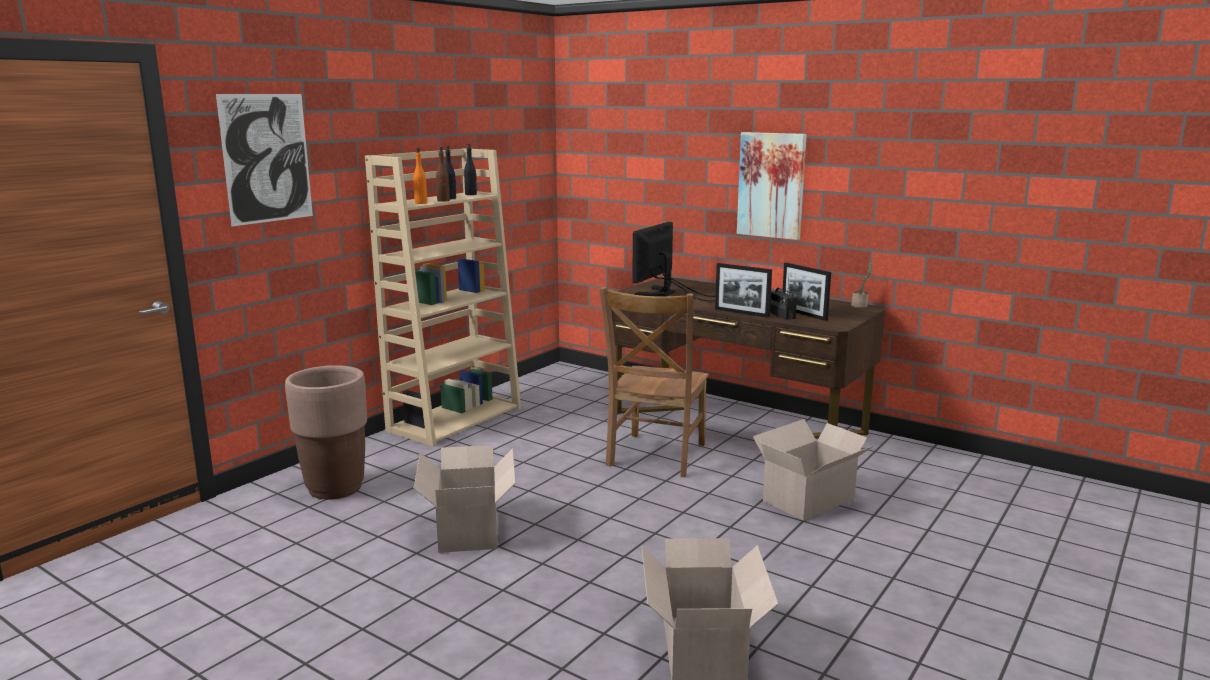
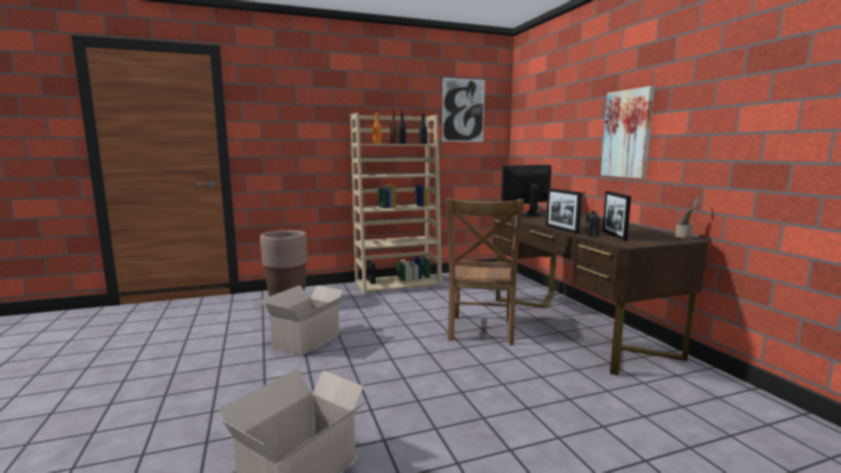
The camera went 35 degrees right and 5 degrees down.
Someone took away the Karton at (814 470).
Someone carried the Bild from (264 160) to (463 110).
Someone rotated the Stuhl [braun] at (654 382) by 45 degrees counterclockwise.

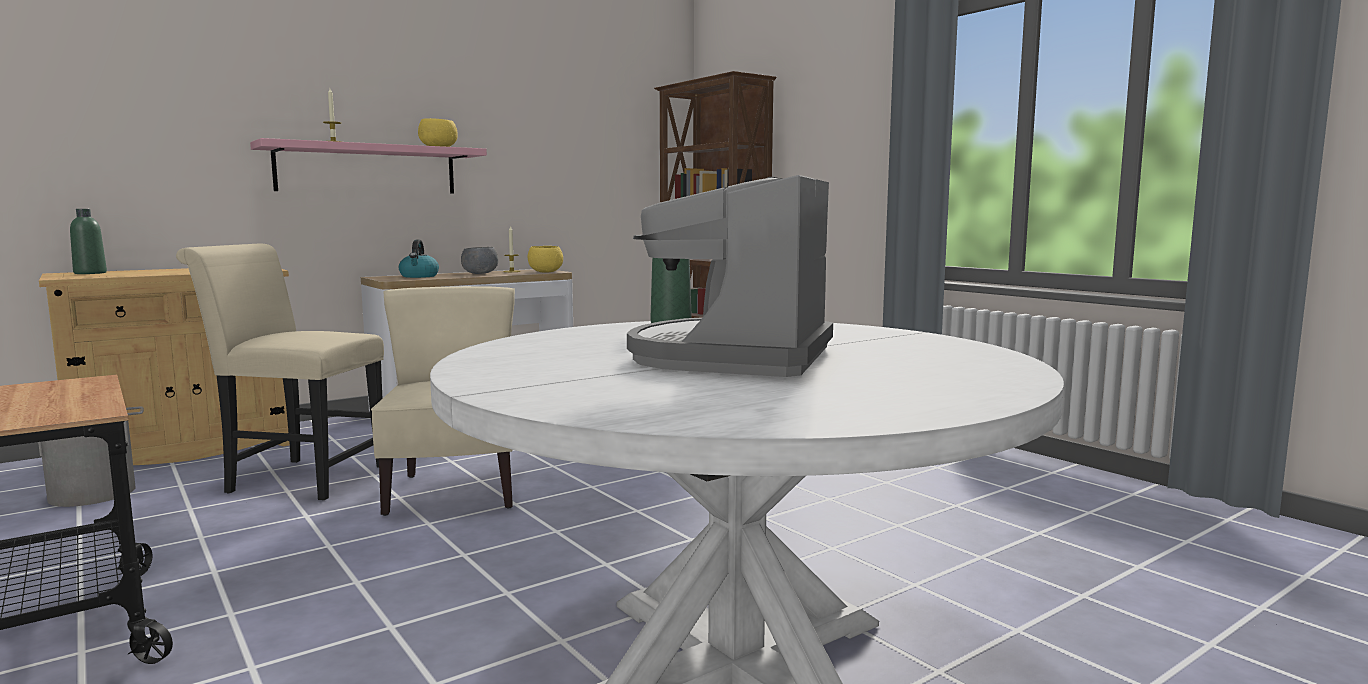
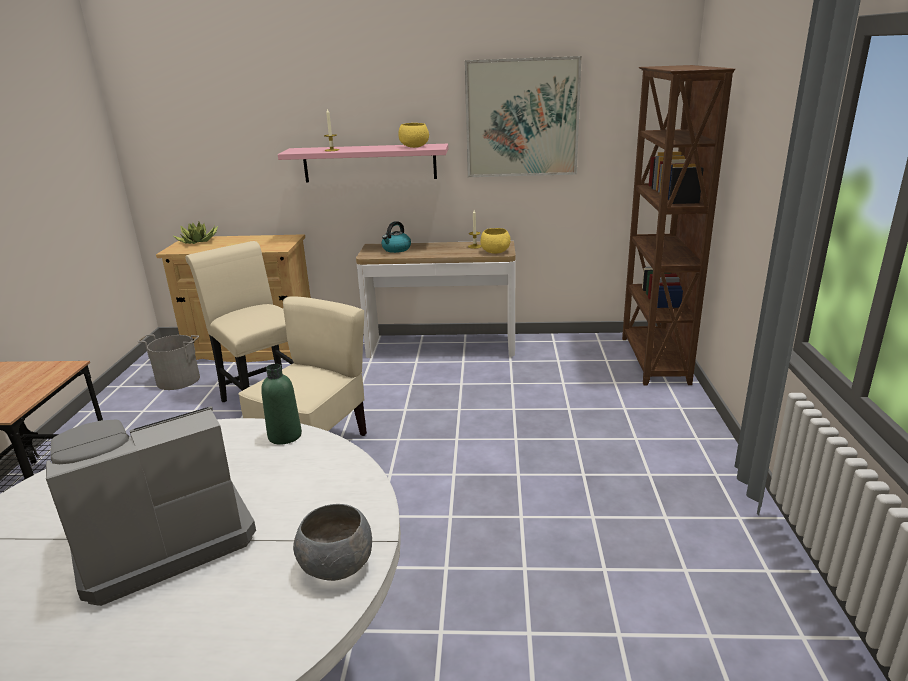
The camera went 40 degrees right and 15 degrees up.
Someone put up the Bild at (523 116).
Someone carried the Schüssel [grau] from (479 260) to (332 542).
Someone swapped the Flasche [grün] at (88 241) for the Topfpflanze at (196 233).

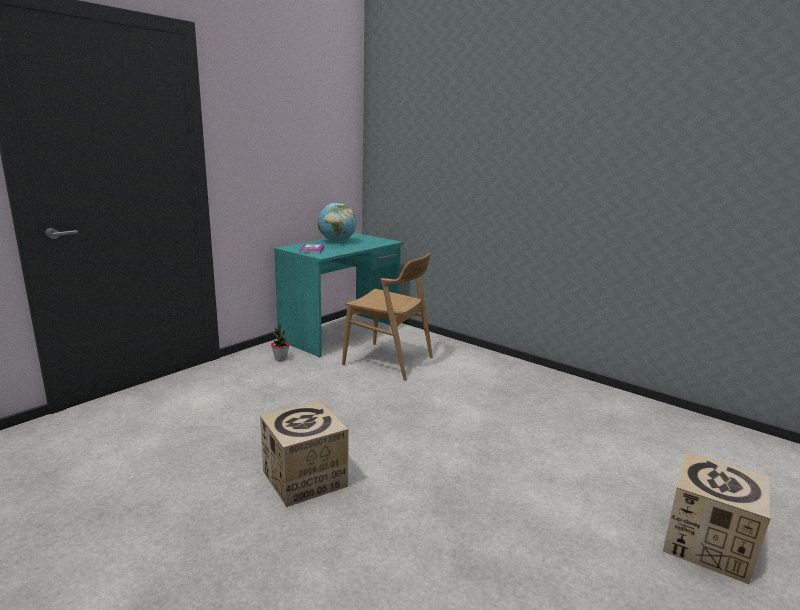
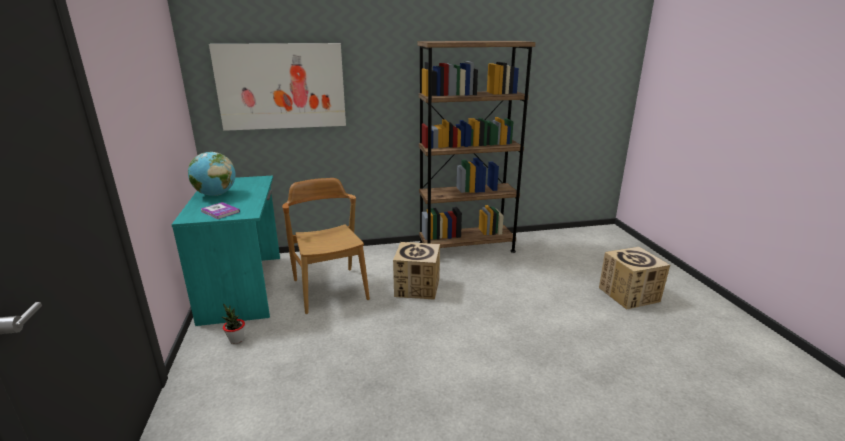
The camera went 50 degrees left and 5 degrees up.
Someone put up the Bild at (277 87).
Someone put down the Bücherregal [braun] at (477 147).
Someone carried the Karton from (304 454) to (416 271).
Someone rotated the Stuhl [braun] at (387 317) by 90 degrees counterclockwise.

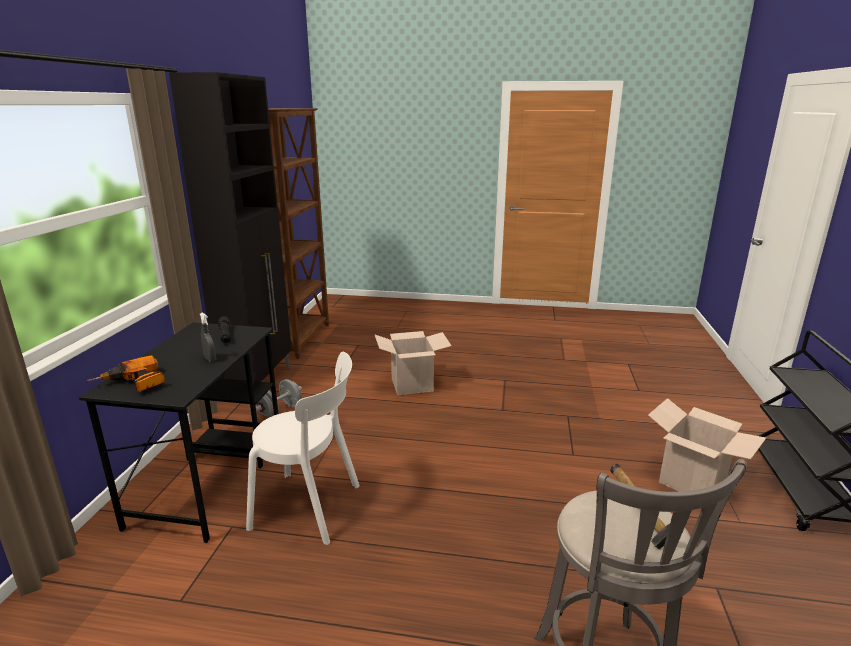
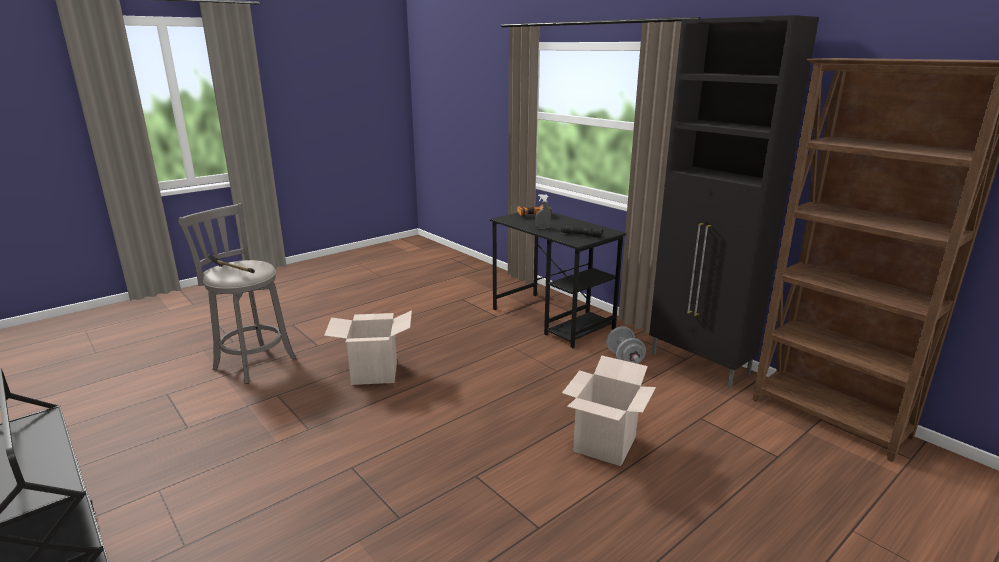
The camera went 130 degrees right and 0 degrees up.
Someone took away the Stuhl [weiß] at (303 448).
Someone carried the Karton from (707 445) to (368 347).

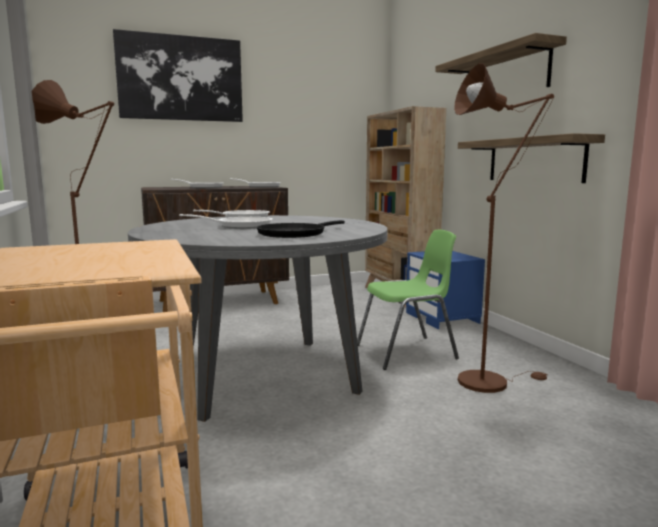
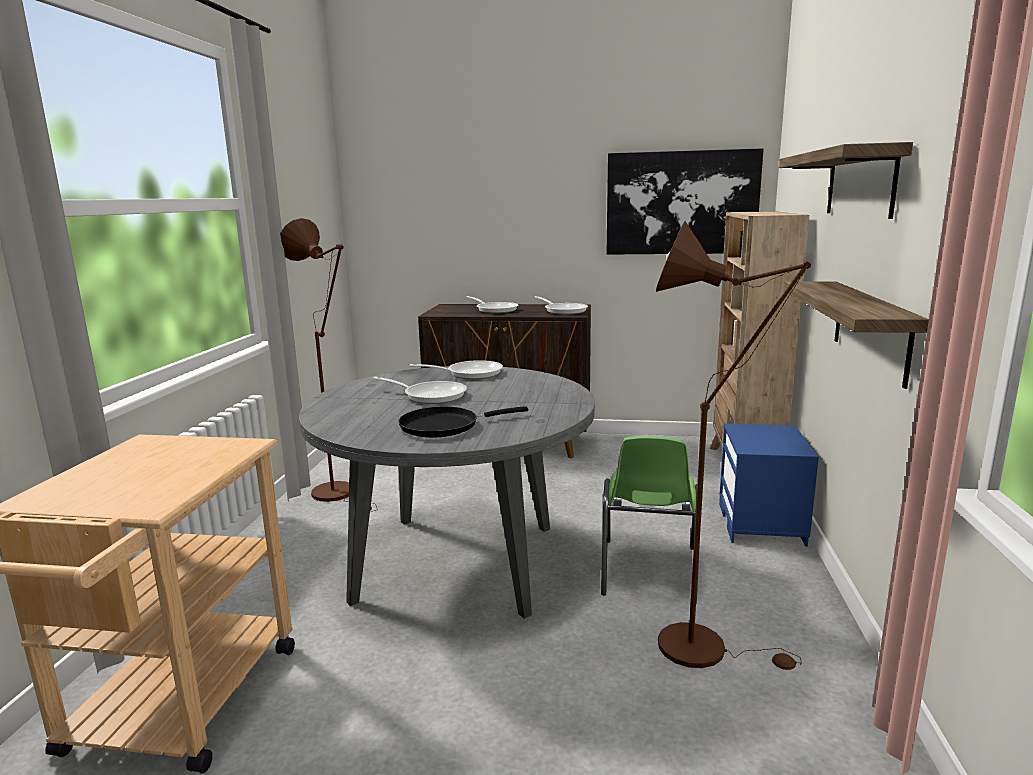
The camera went 30 degrees right and 5 degrees up.
Someone carried the Bild from (178 75) to (685 201).
Someone rotated the Stuhl [grün] at (408 300) by 90 degrees clockwise.

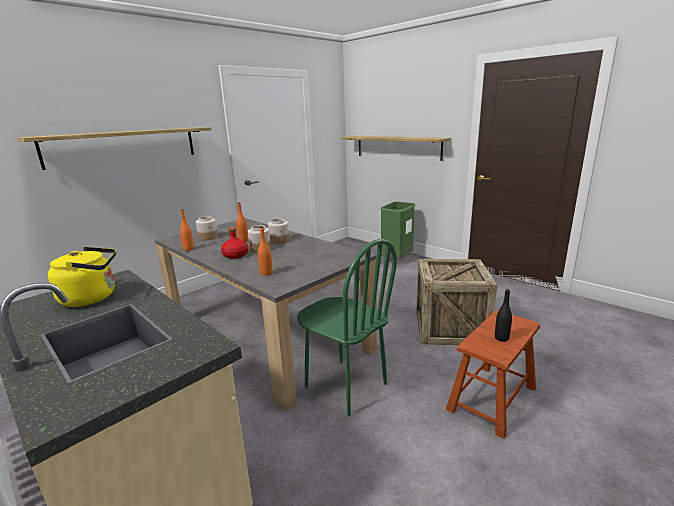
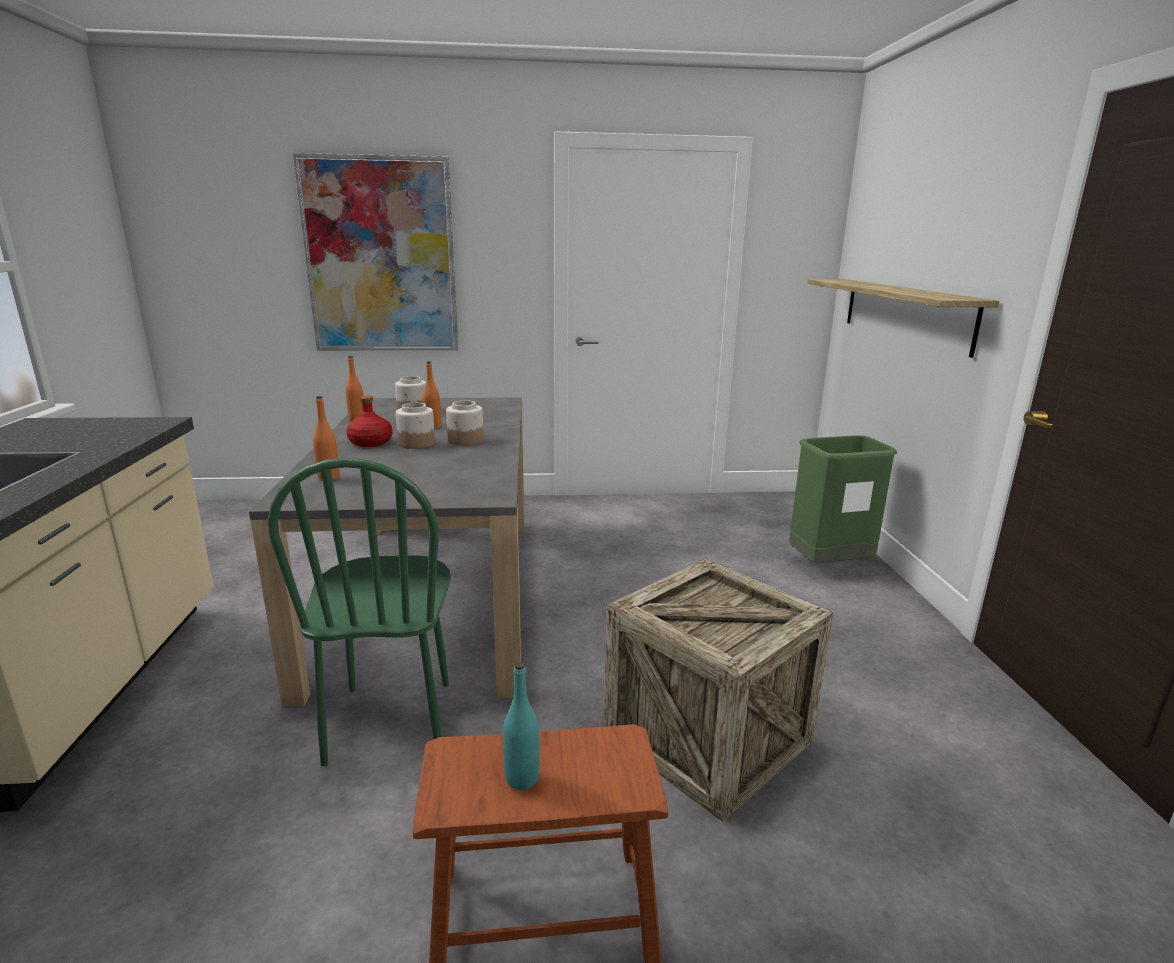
The camera went 40 degrees right and 0 degrees up.
Someone took away the Wasserkessel [gelb] at (82 277).
Someone swapped the Wandregal at (114 148) for the Bild at (375 252).
Someone repainted the Flasche [schwarz] at (503 315), which became the Flasche [türkis] at (521 726).

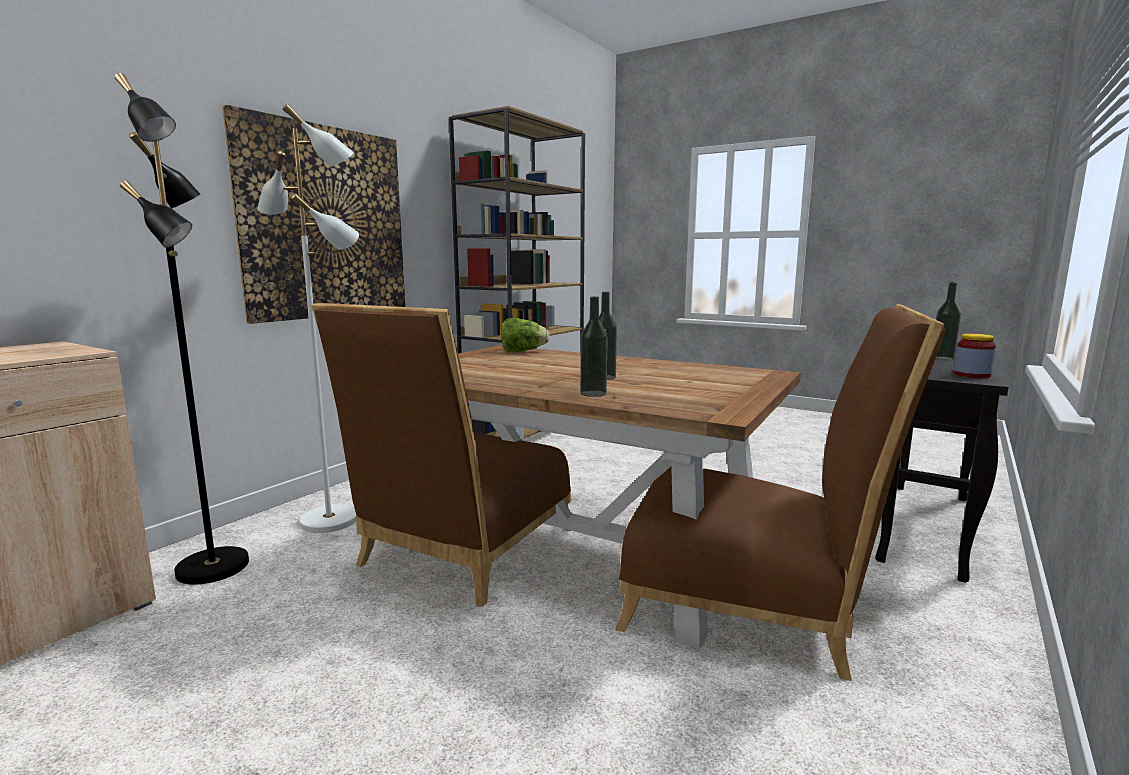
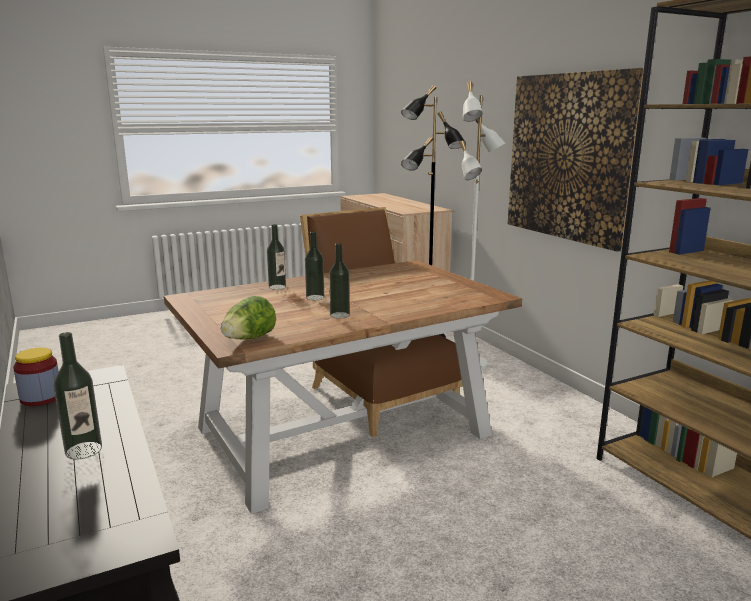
The camera went 120 degrees right and 5 degrees up.
Someone took away the Stuhl [braun] at (780 492).
Someone put down the Flasche at (339 281).
Someone carried the Salatkopf from (525 335) to (248 318).

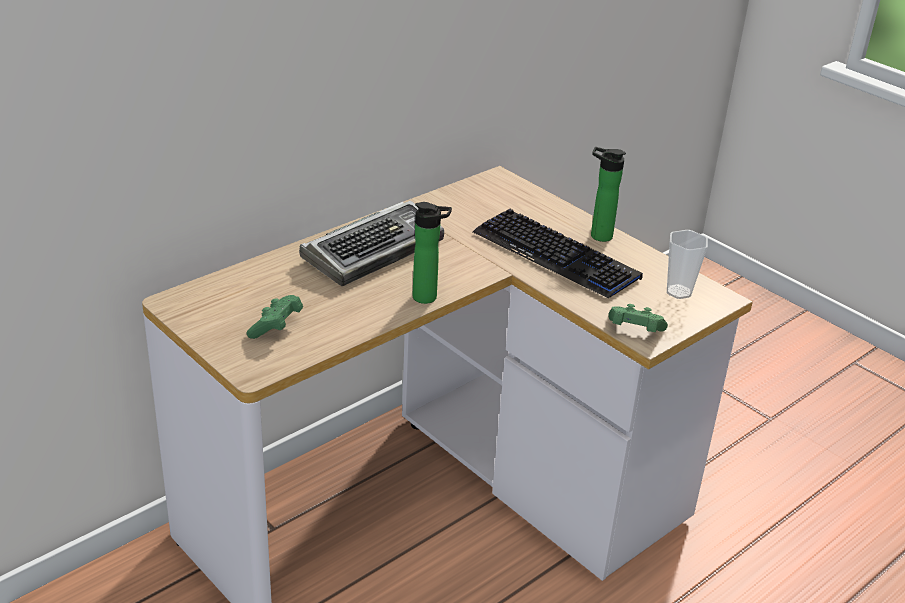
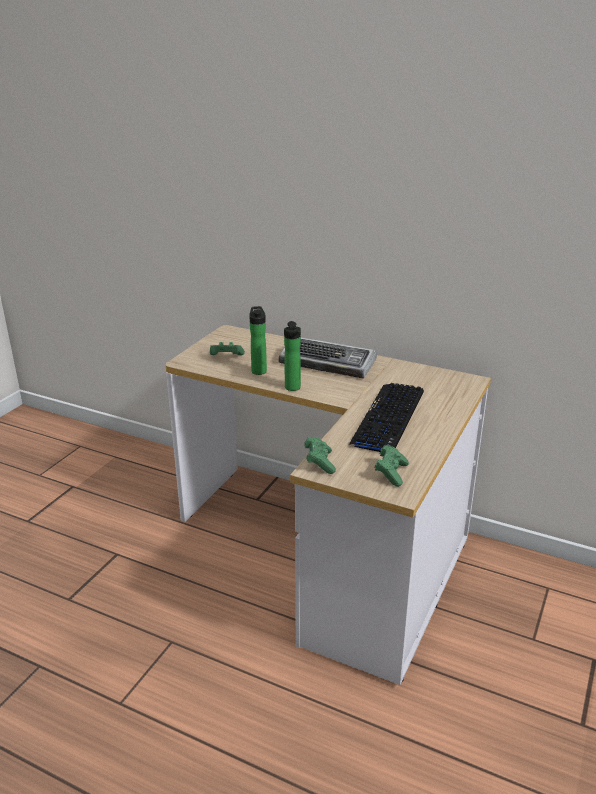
The camera went 70 degrees right and 5 degrees down.
Someone carried the Flasche from (608 194) to (258 340).
Someone swapped the Tasse at (687 264) for the Gamepad [grün] at (392 466).

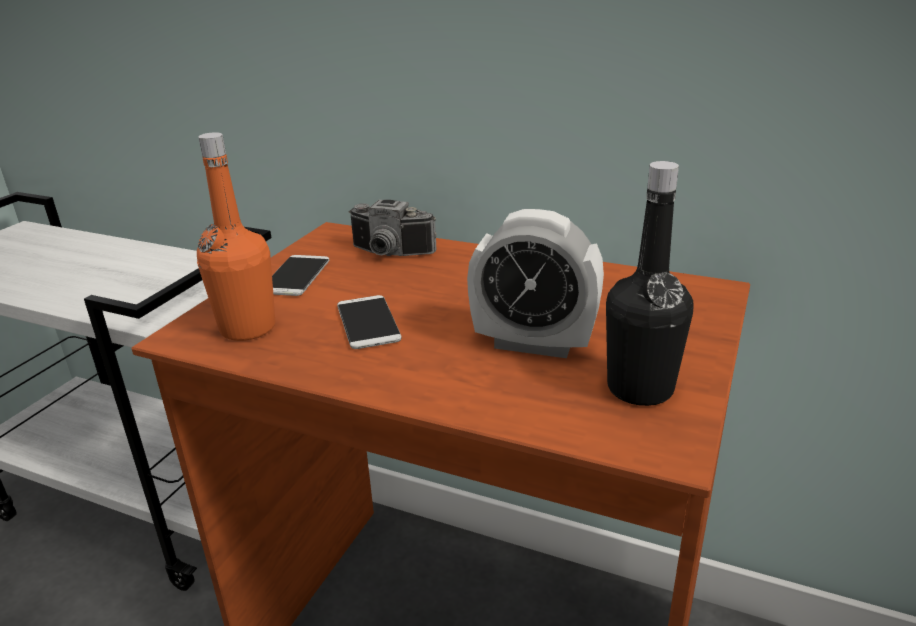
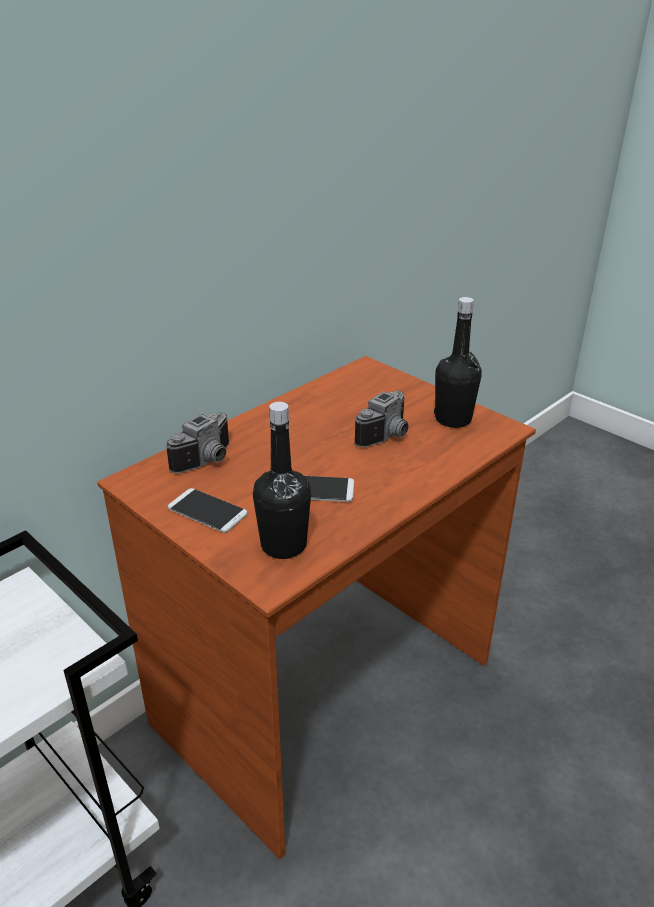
The camera went 70 degrees left and 5 degrees up.
Someone swapped the Wecker at (535 283) for the Kamera at (381 419).
Someone repainted the Flasche [orange] at (236 236), which became the Flasche [schwarz] at (282 480).

